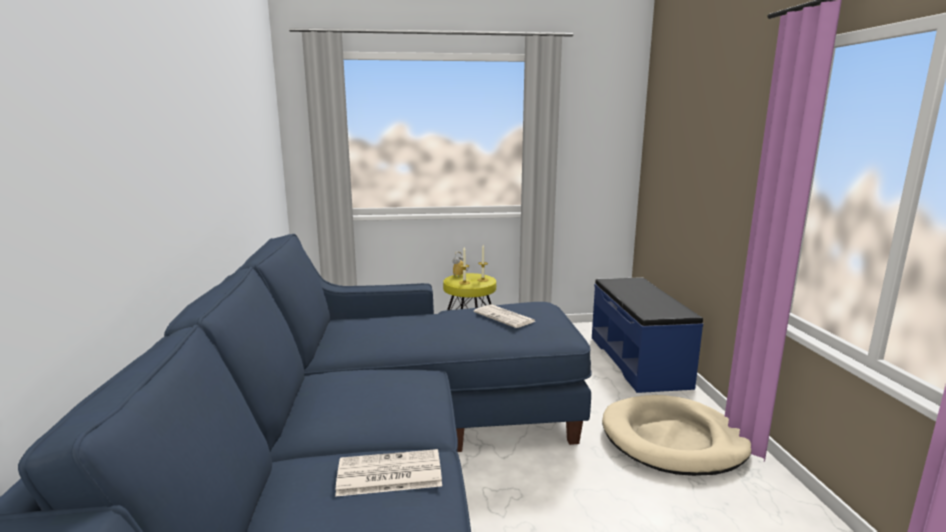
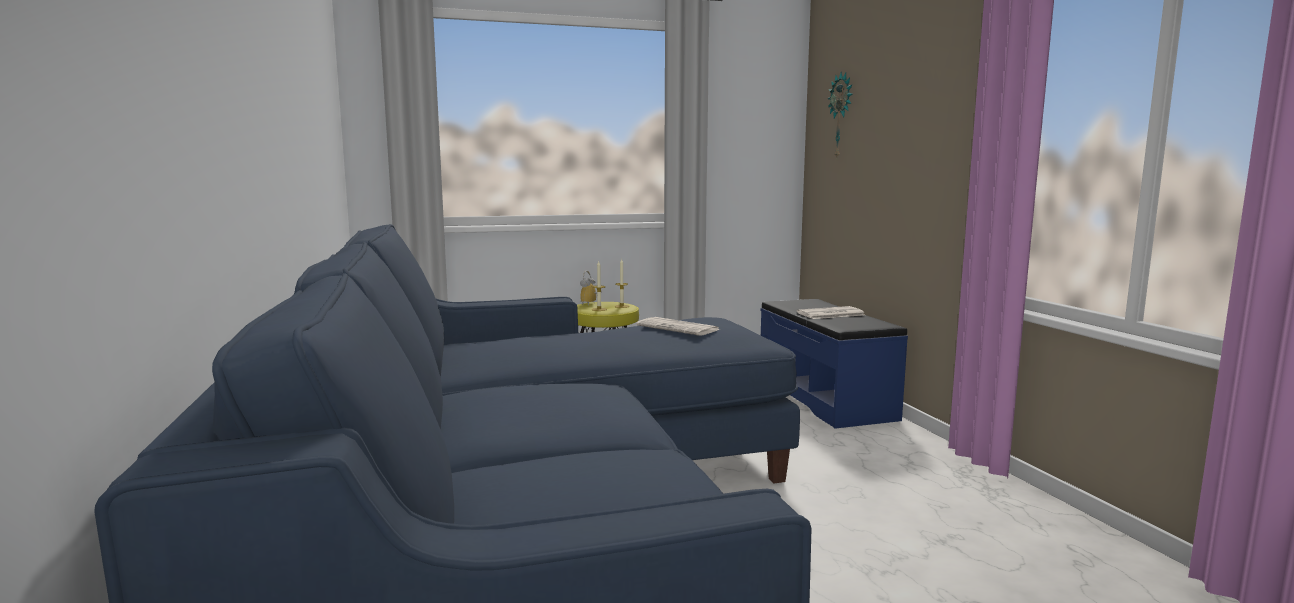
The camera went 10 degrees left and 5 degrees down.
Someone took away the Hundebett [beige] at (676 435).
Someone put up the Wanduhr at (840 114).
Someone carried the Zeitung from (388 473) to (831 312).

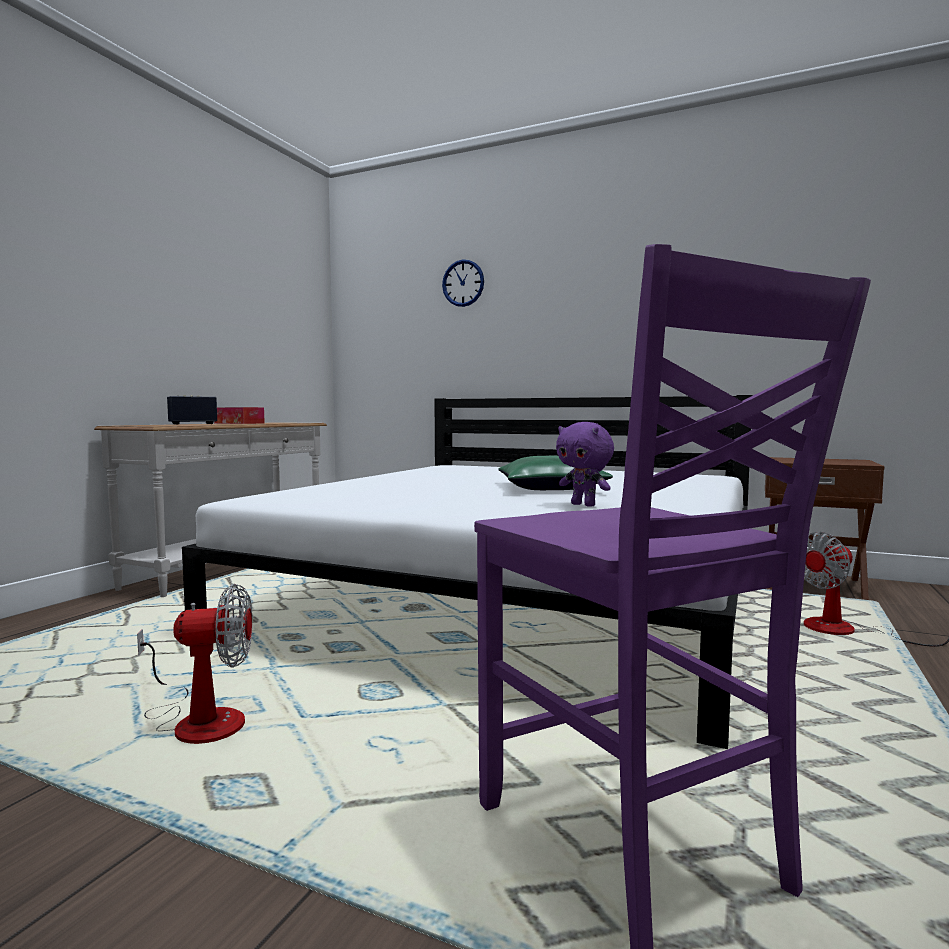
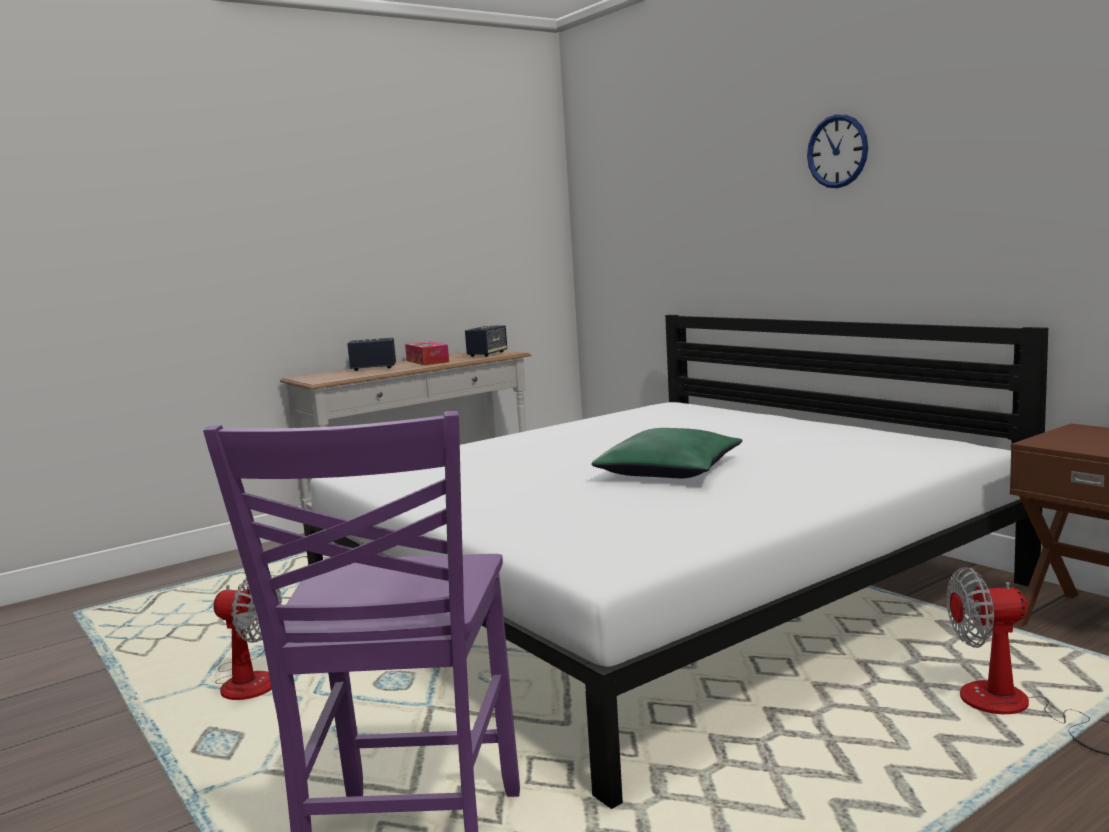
The camera went 30 degrees right and 5 degrees up.
Someone took away the Plüschtier [lila] at (585 464).
Someone put down the Lautsprecher at (486 341).
Someone carried the Wanduhr from (463 283) to (837 151).

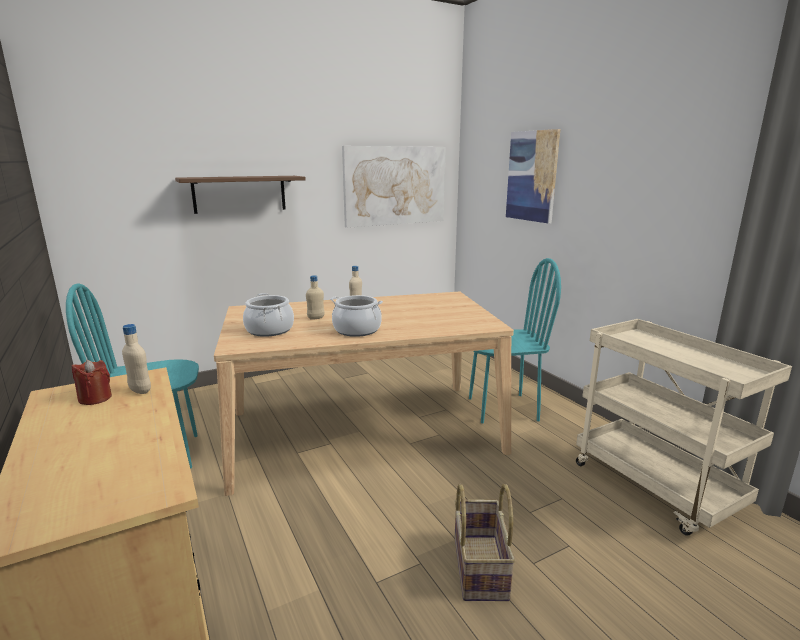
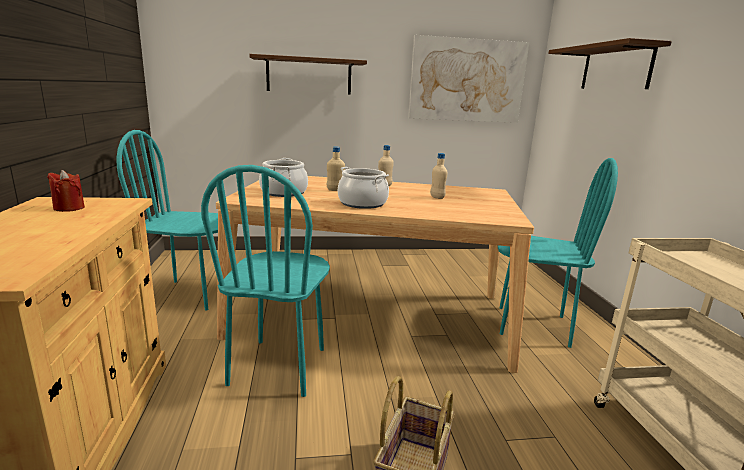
The camera went 20 degrees right and 0 degrees up.
Someone put down the Stuhl [türkis] at (265 281).
Someone carried the Flasche [beige] from (136 359) to (438 176).
Someone swapped the Bild at (533 176) for the Wandregal [braun] at (610 63).

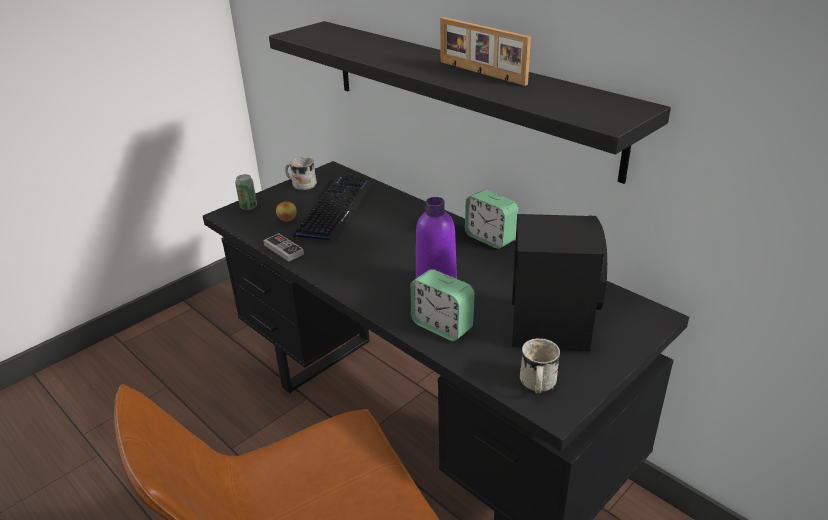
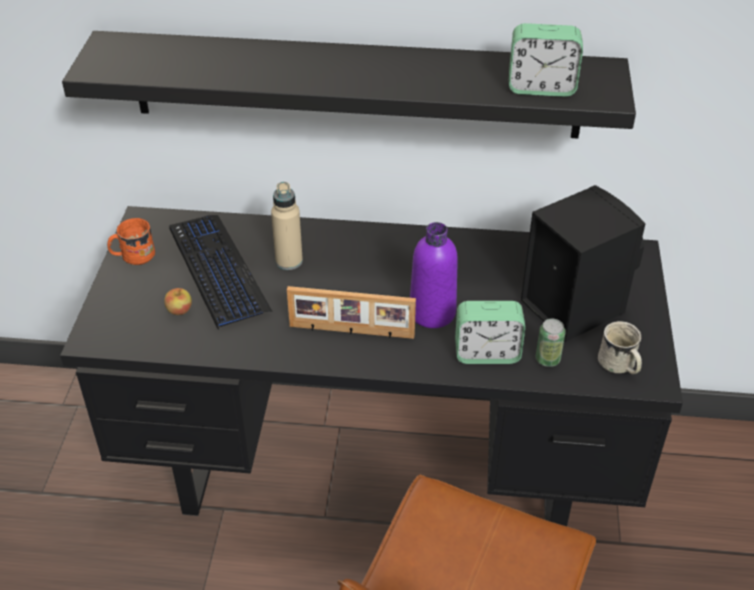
The camera went 40 degrees left and 10 degrees up.
Someone took away the Gamepad at (283 247).
Someone put down the Flasche [beige] at (287 226).
Someone carried the Dose from (246 192) to (551 343).
Someone carried the Bilderrahmen from (485 51) to (351 312).
Someone carried the Wecker from (492 219) to (546 60).
Someone repainted the Henkelbecher [weiß] at (301 173), which became the Henkelbecher [orange] at (131 242).

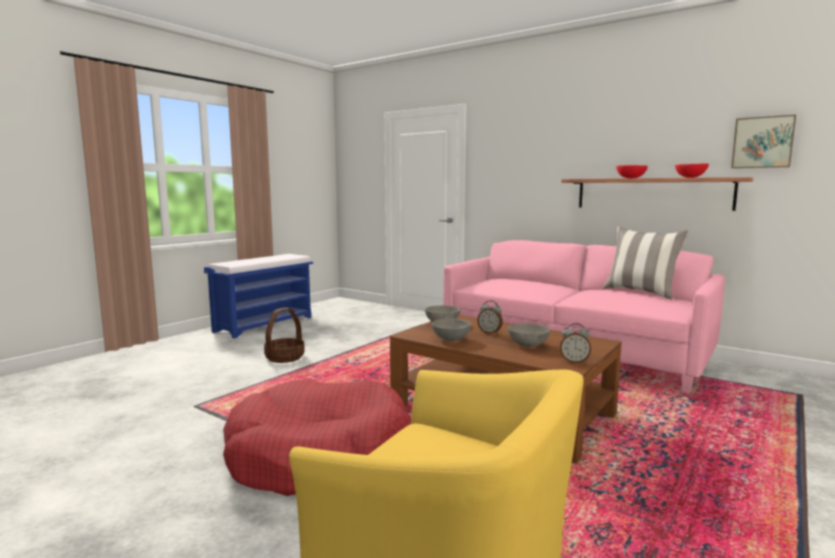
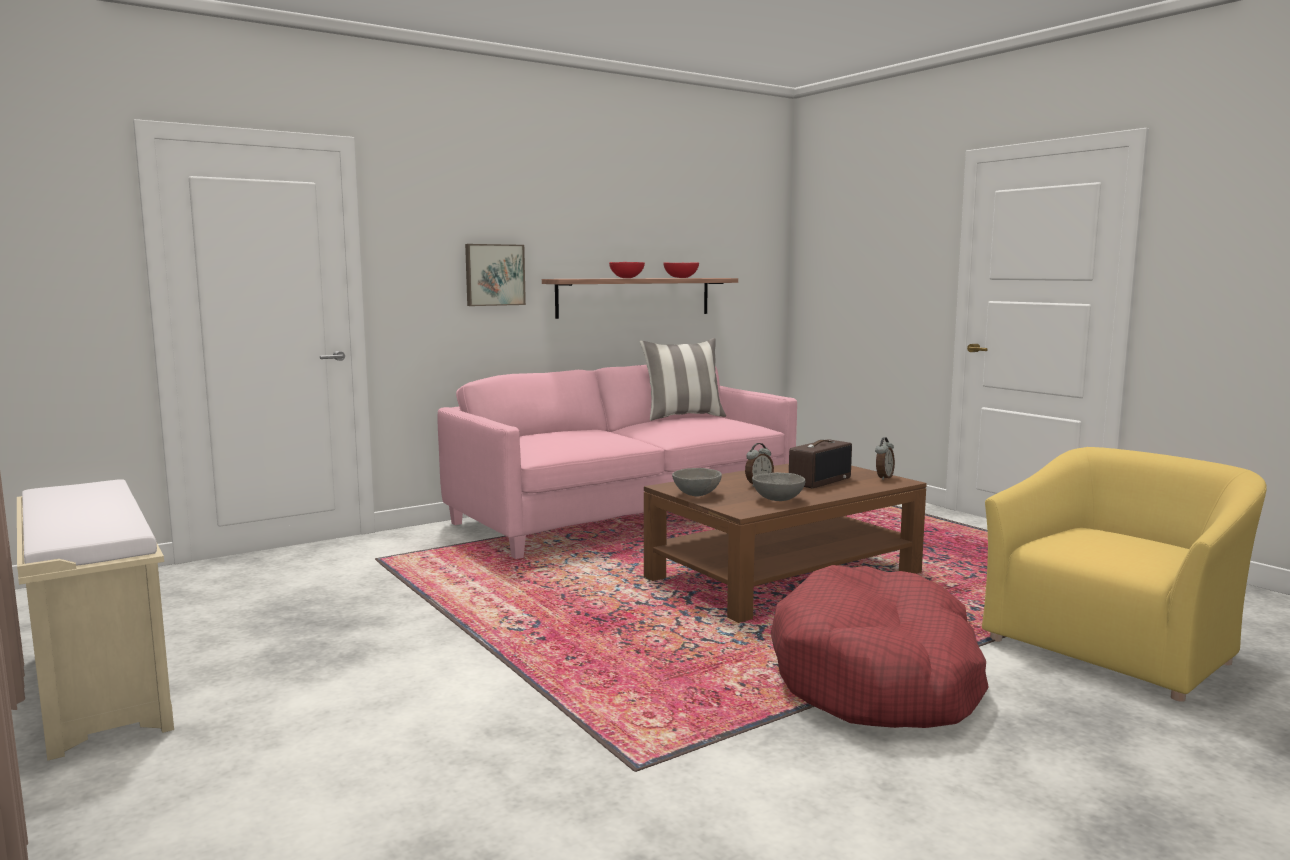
The camera went 70 degrees left and 0 degrees up.
Someone took away the Korb at (284 335).
Someone carried the Bild from (763 141) to (495 275).
Someone swapped the Schüssel [grau] at (529 335) for the Radio at (820 463).
Someone repainted the Bank [blau] at (258 296), which became the Bank [beige] at (95 620).

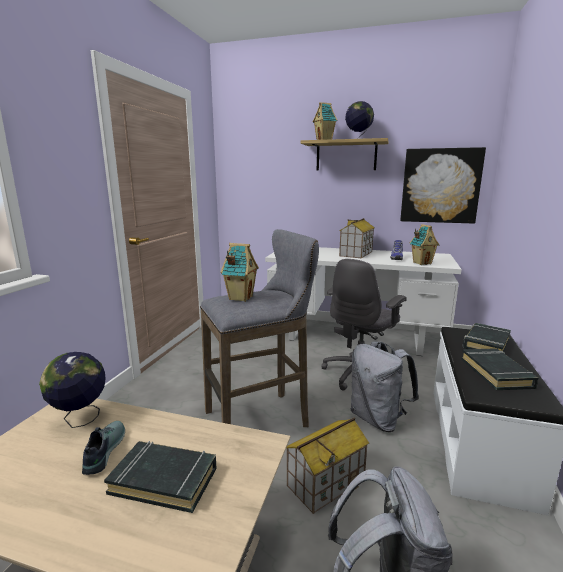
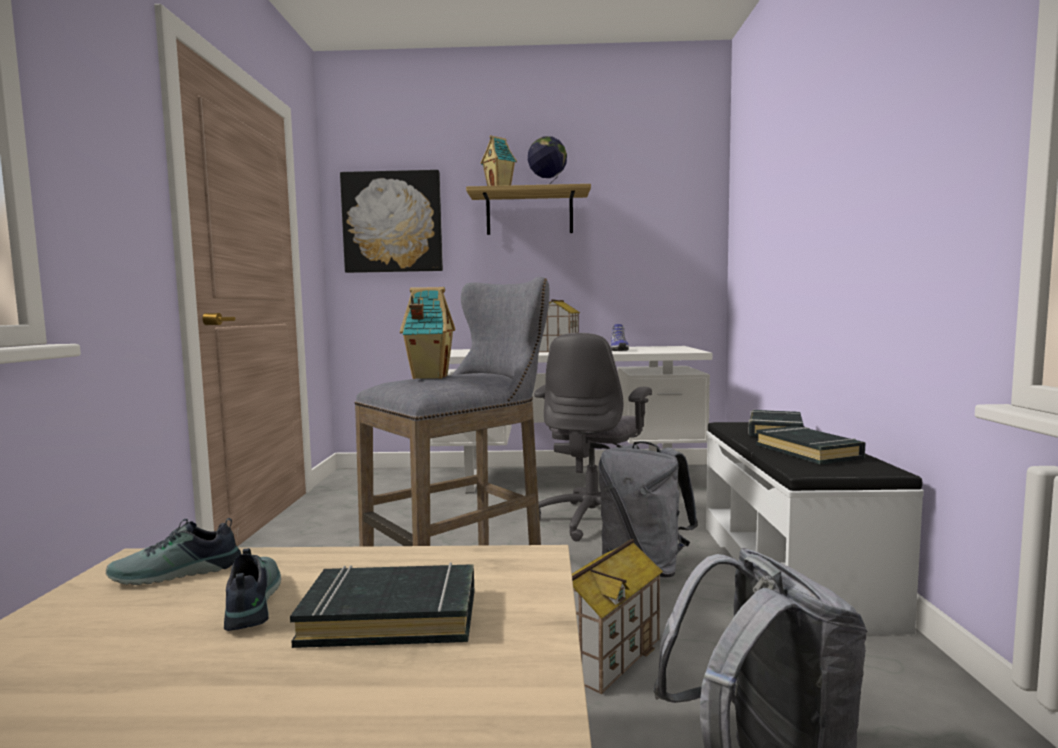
The camera went 15 degrees left and 10 degrees down.
Someone took away the Spielzeughaus at (424 244).
Someone carried the Bild from (443 185) to (391 221).
Someone swapped the Globus at (72 390) for the Schuh at (173 551).

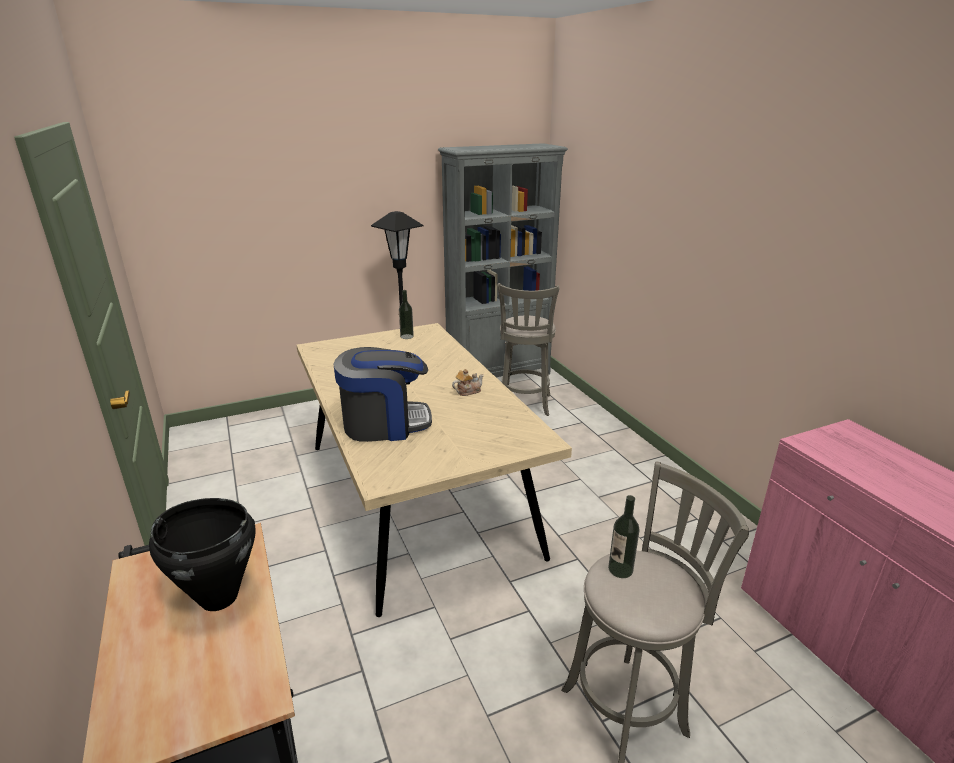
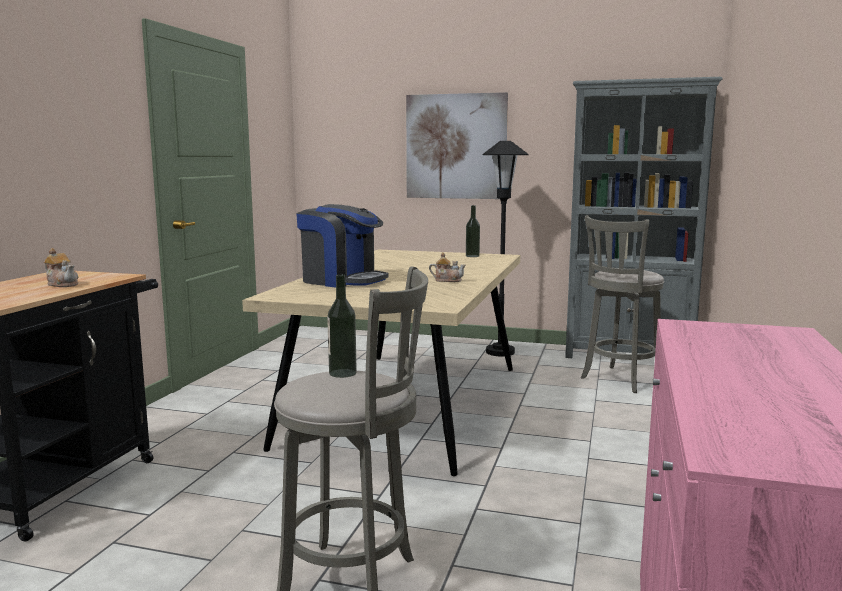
The camera went 40 degrees right and 15 degrees down.
Someone put up the Bild at (457 145).
Someone swapped the Kochtopf [schwarz] at (202 554) for the Teekanne at (61 267).

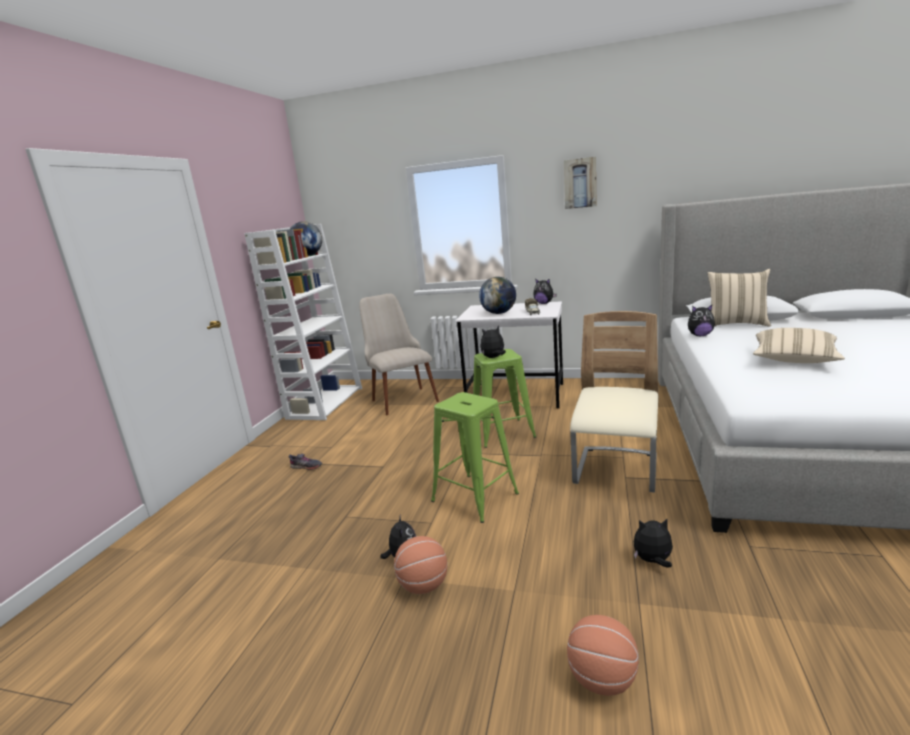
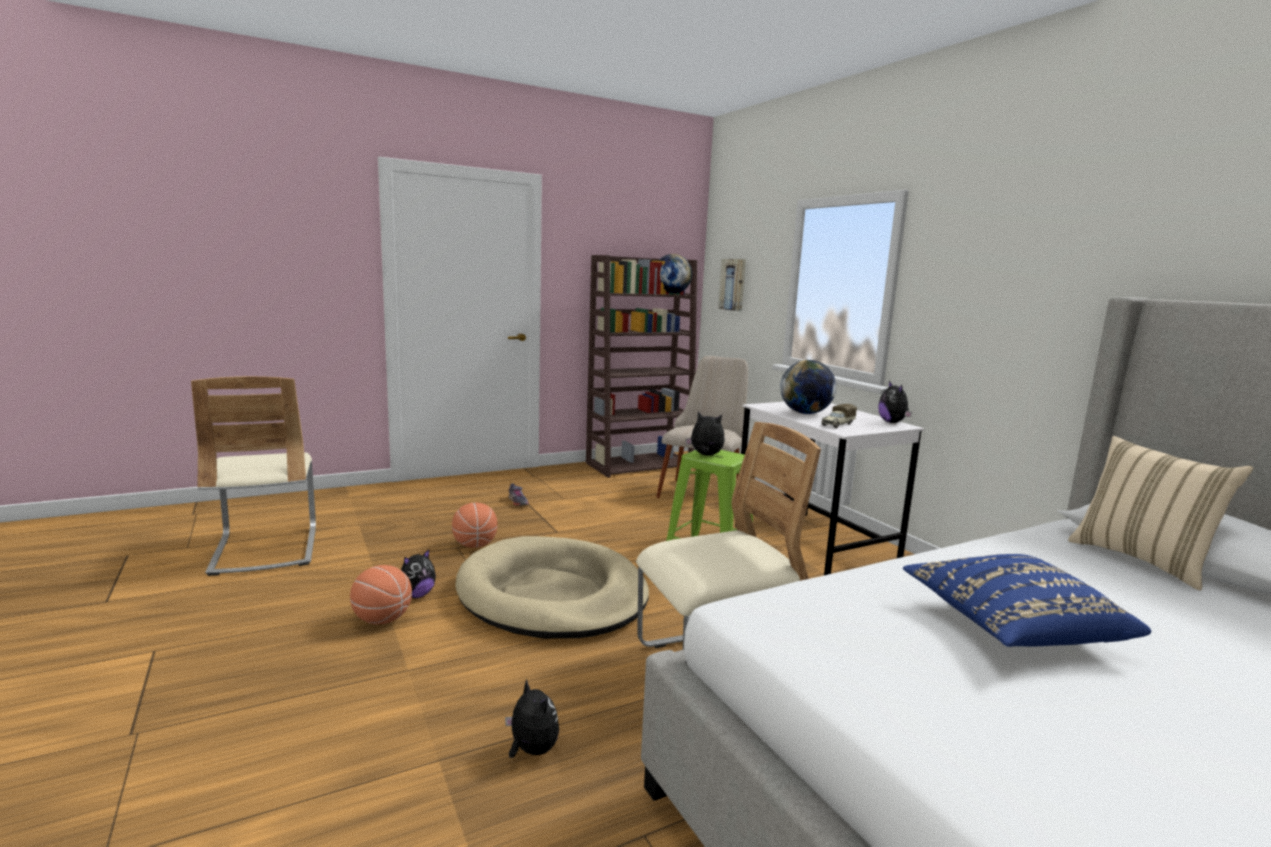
The camera went 45 degrees right and 5 degrees down.
Someone took away the Plüschtier at (701 320).
Someone put down the Stuhl [beige] at (253 476).
Someone carried the Bild from (580 183) to (732 285).
Someone carried the Basketball from (603 655) to (474 525).
Someone swapped the Hocker [grün] at (475 457) for the Hundebett [beige] at (552 587).
Someone repainted the Bücherregal [weiß] at (303 322), which became the Bücherregal [braun] at (641 366).
Someone repainted the Kissen [beige] at (799 345), which became the Kissen [blau] at (1027 600).

